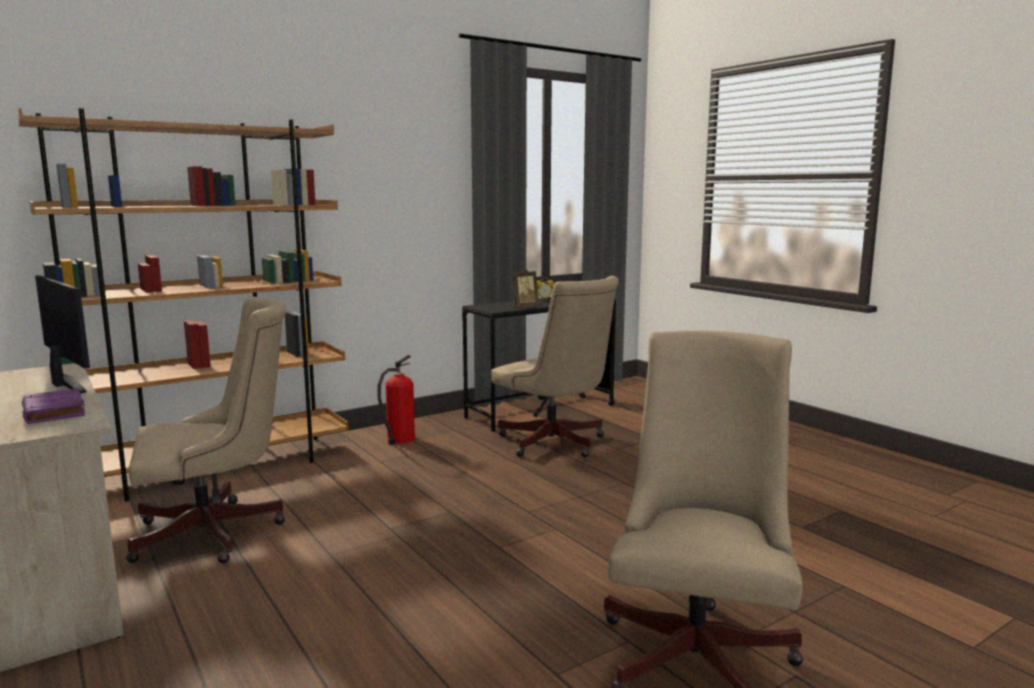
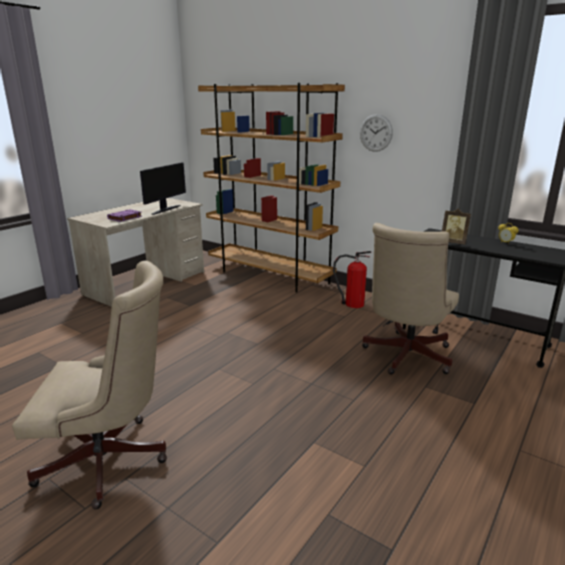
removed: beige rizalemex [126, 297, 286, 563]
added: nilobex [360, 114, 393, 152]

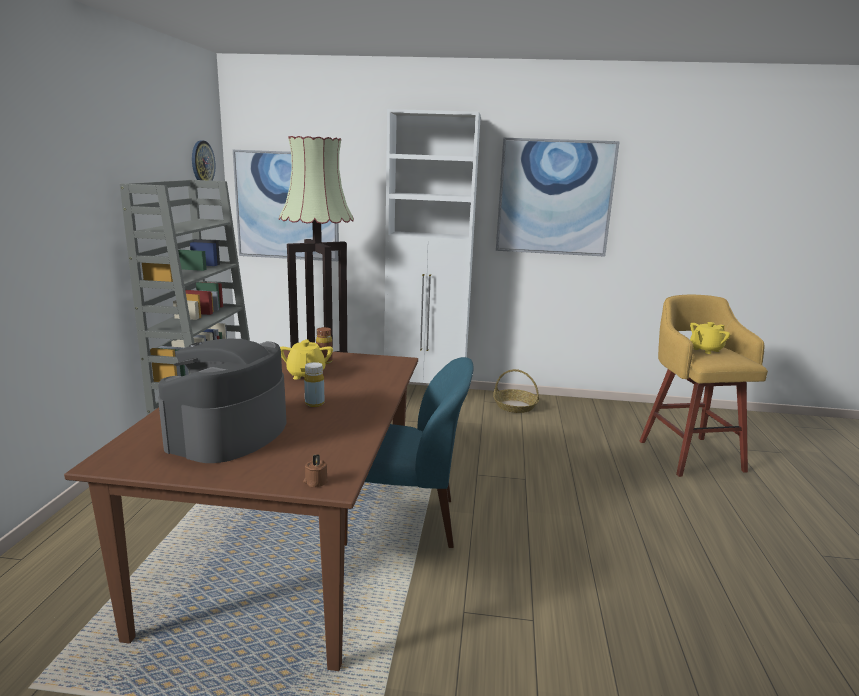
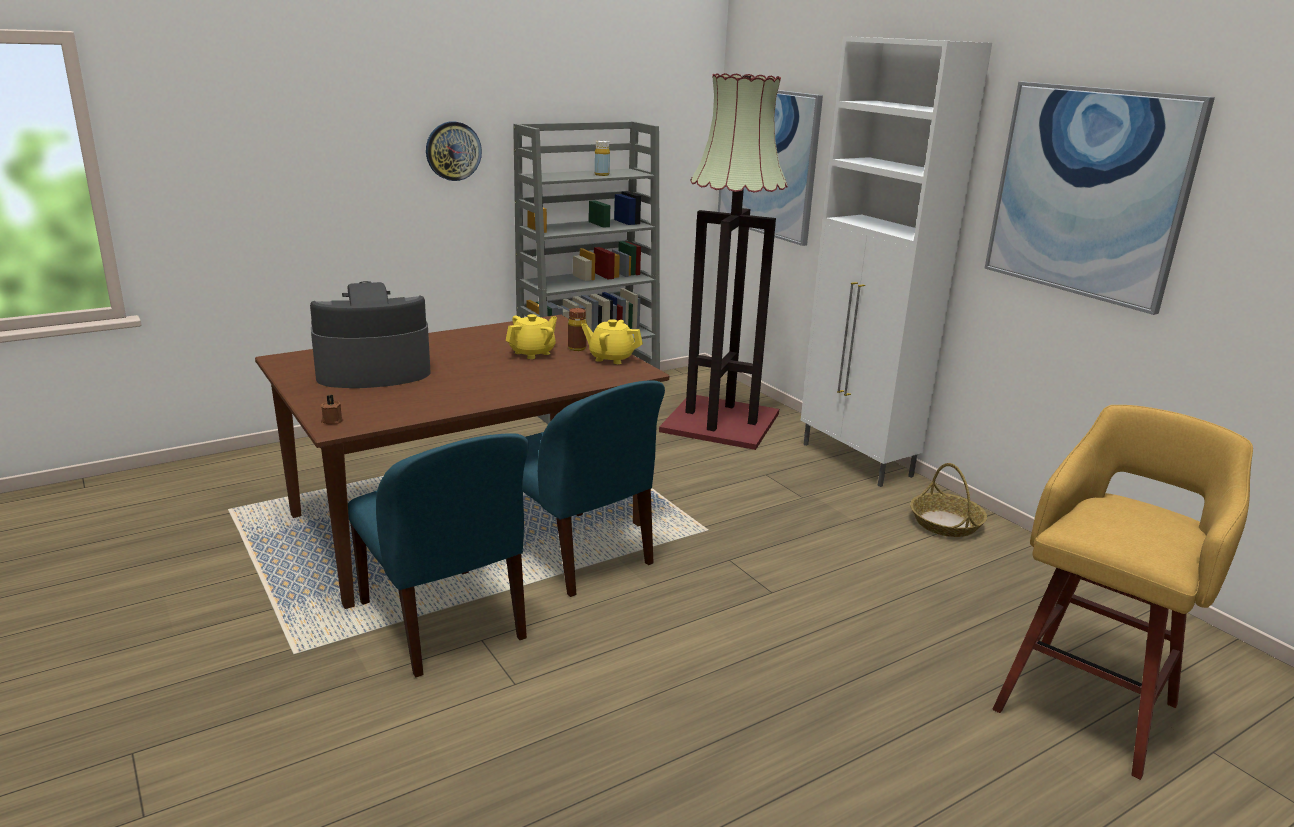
added: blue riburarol [348, 433, 529, 677]
moved: nilobex [192, 140, 215, 181] to [426, 121, 482, 181]; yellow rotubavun [304, 362, 324, 407] to [594, 141, 610, 176]; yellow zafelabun [690, 322, 730, 354] to [581, 319, 643, 364]

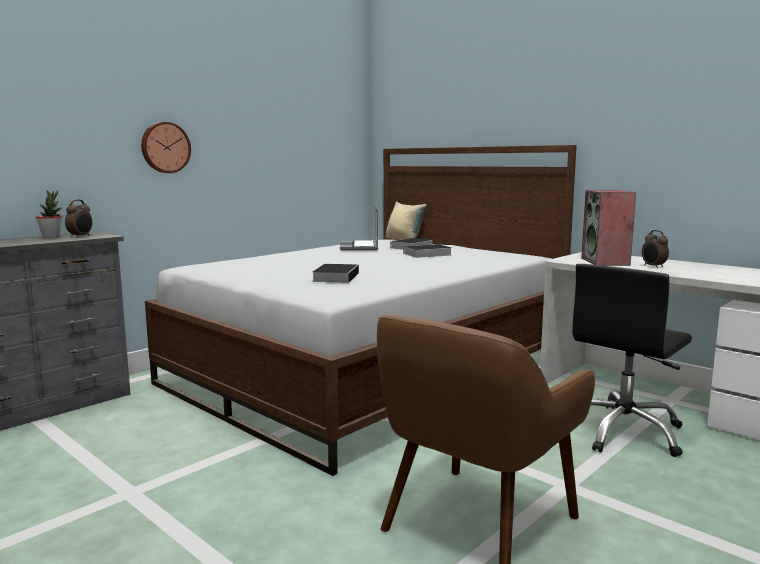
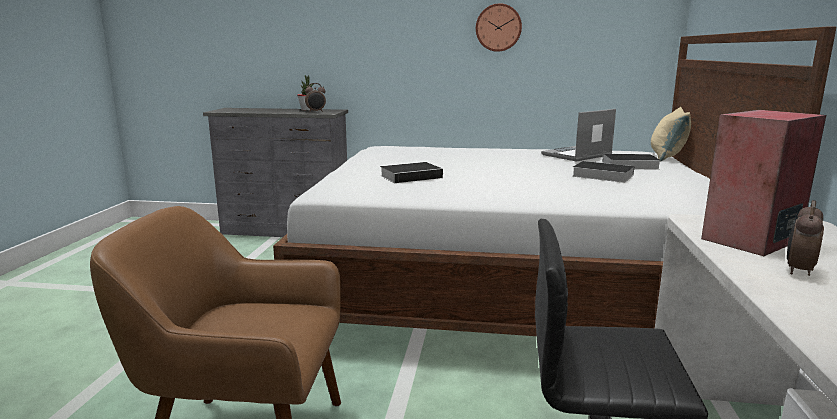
moved: nilobex [141, 122, 191, 173] to [476, 3, 522, 52]

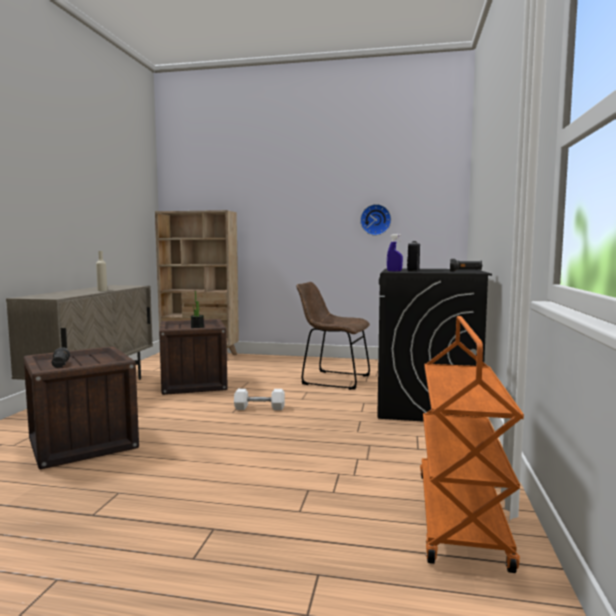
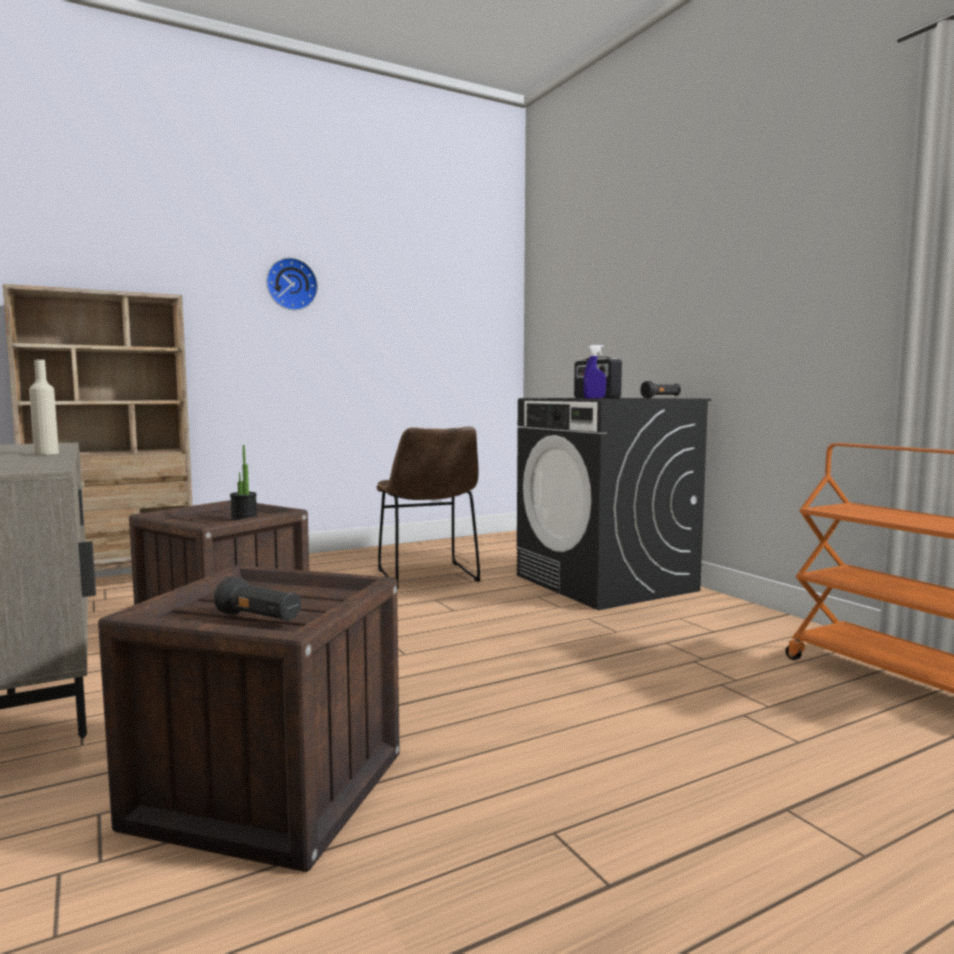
removed: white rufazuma [234, 389, 285, 410]
moved: nilobex [360, 204, 391, 235] to [266, 257, 318, 311]
turned: brown riburarol [296, 282, 370, 390] = [377, 426, 481, 589] 90 degrees counterclockwise

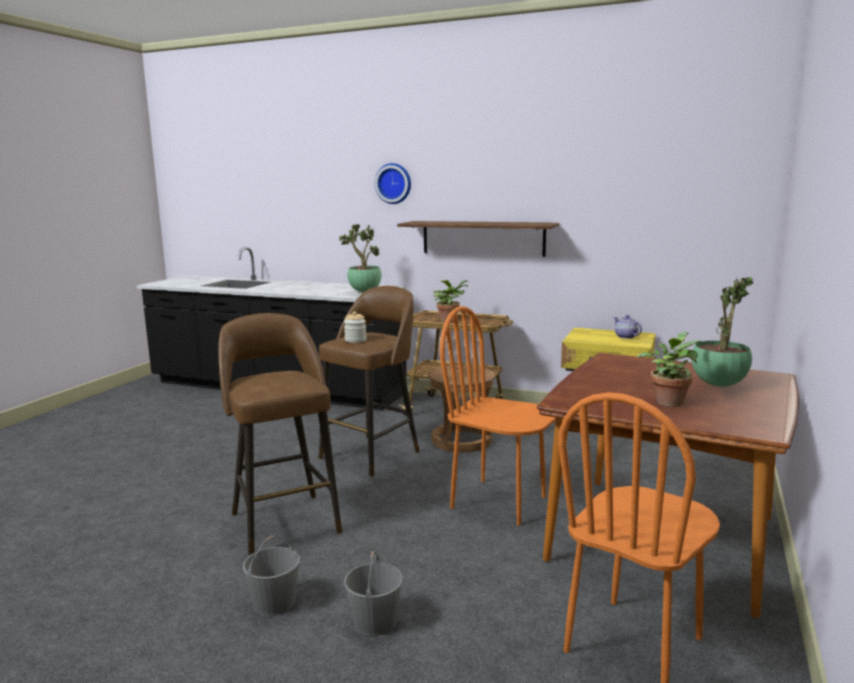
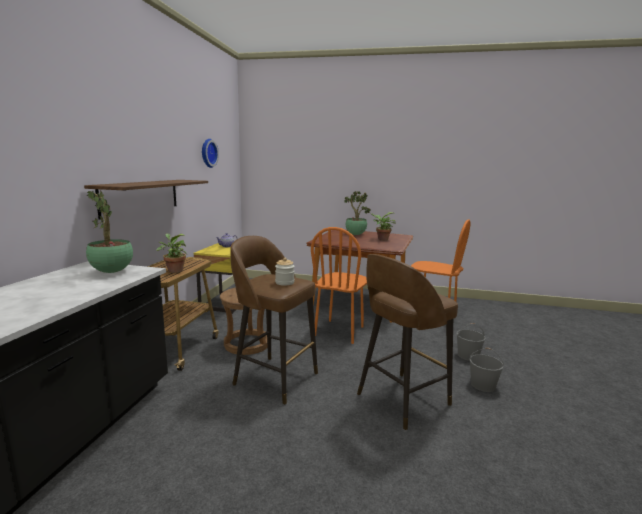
moved: nilobex [375, 163, 411, 204] to [202, 139, 219, 168]

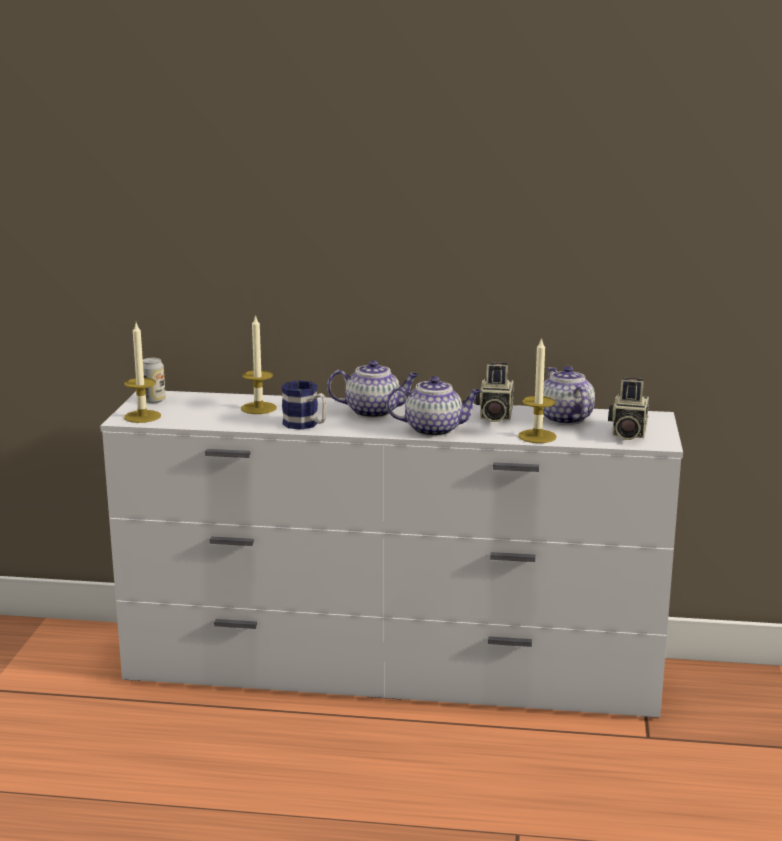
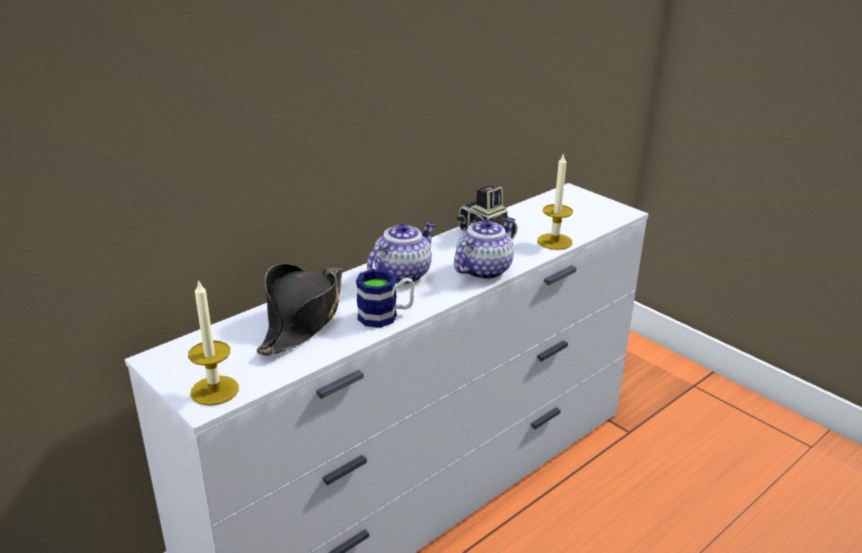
removed: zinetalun [143, 358, 166, 403]; zafelabun [543, 366, 595, 425]; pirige [608, 378, 649, 440]
replaced: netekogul [241, 315, 277, 414] to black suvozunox [256, 264, 343, 356]

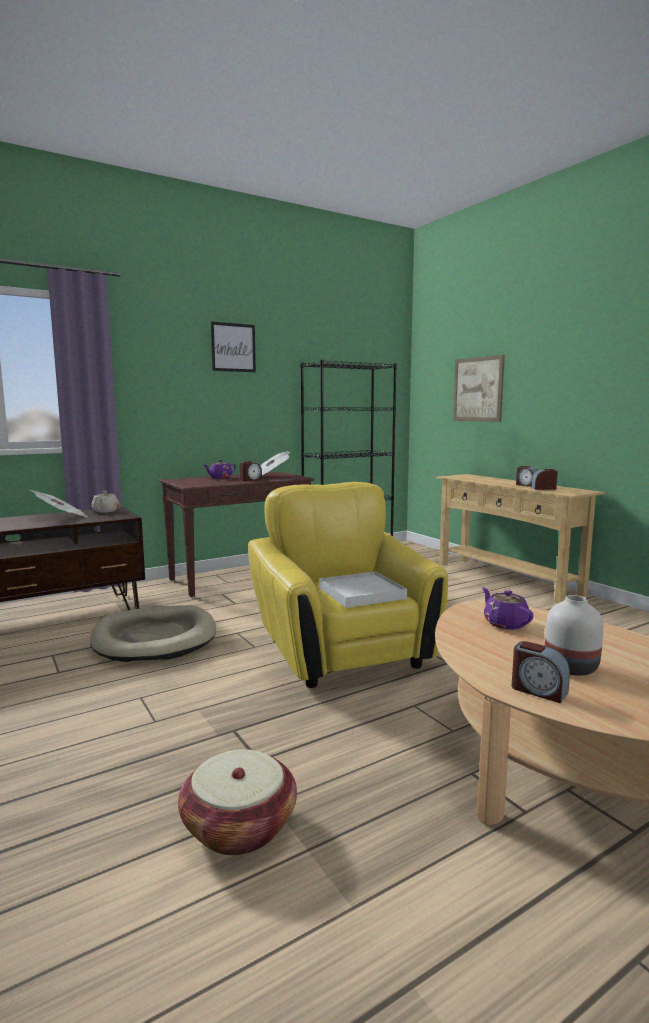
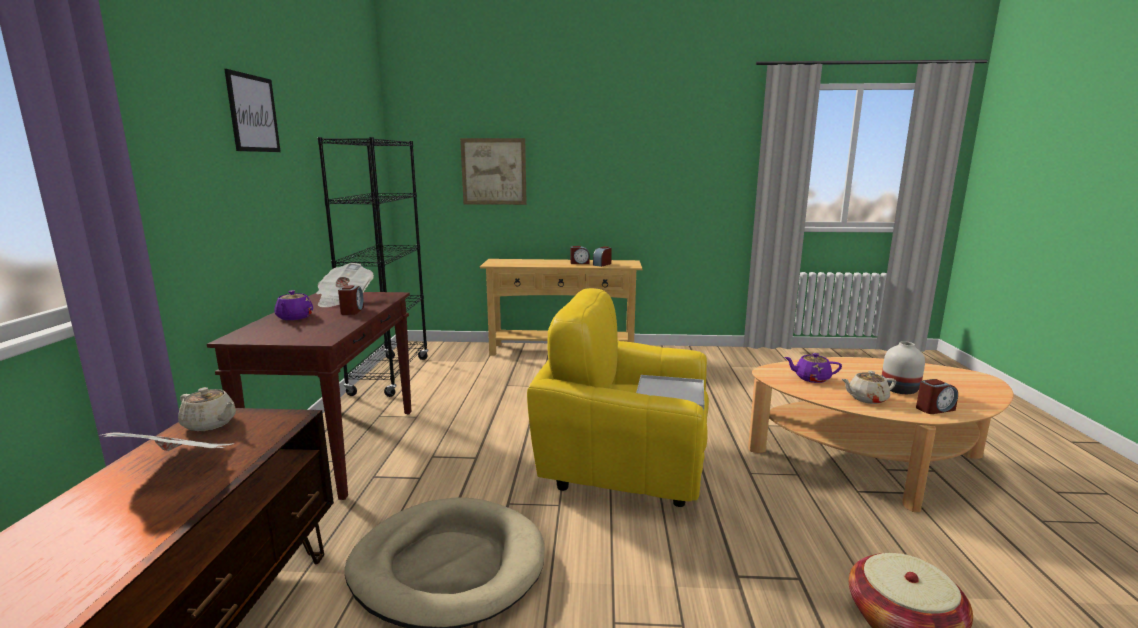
added: beige zafelabun [841, 371, 896, 404]

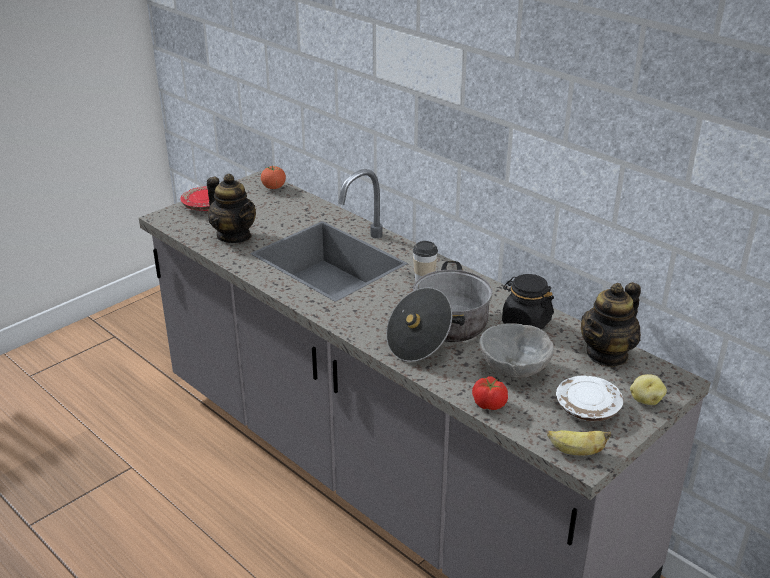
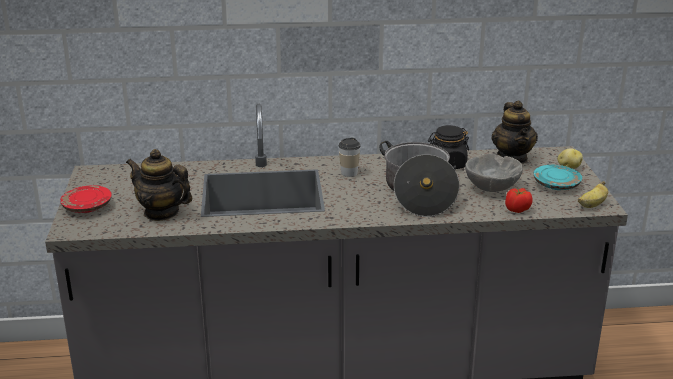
removed: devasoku [261, 166, 286, 189]
recoloured: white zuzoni [556, 375, 623, 421] to turquoise zuzoni [534, 165, 582, 190]
turned: zafelabun [207, 174, 256, 243] = [126, 149, 193, 221] 150 degrees counterclockwise

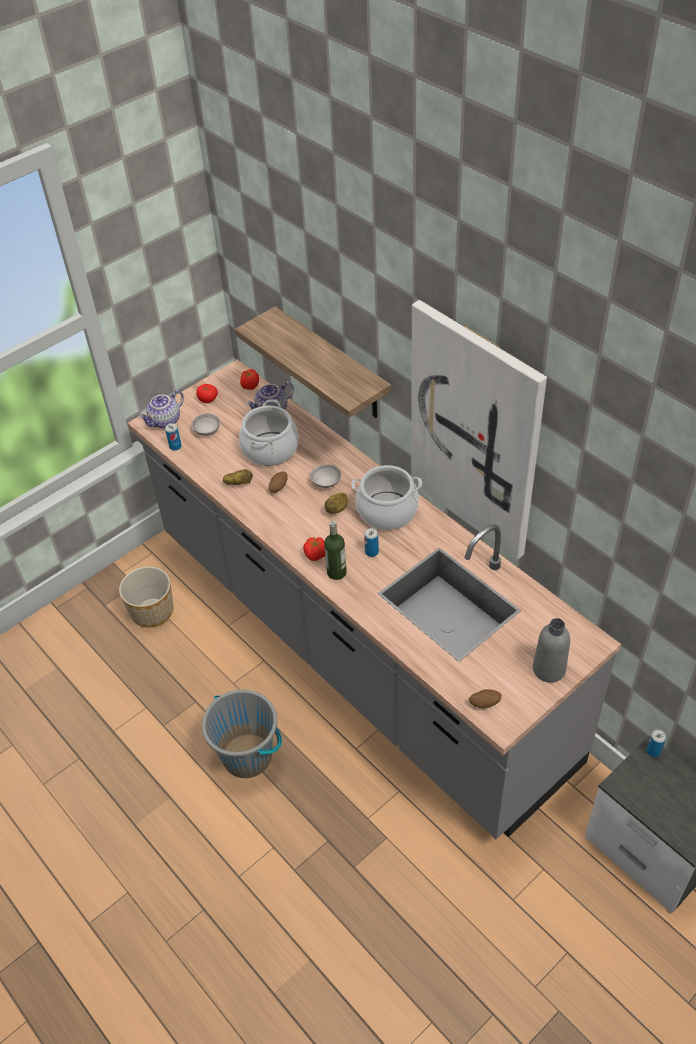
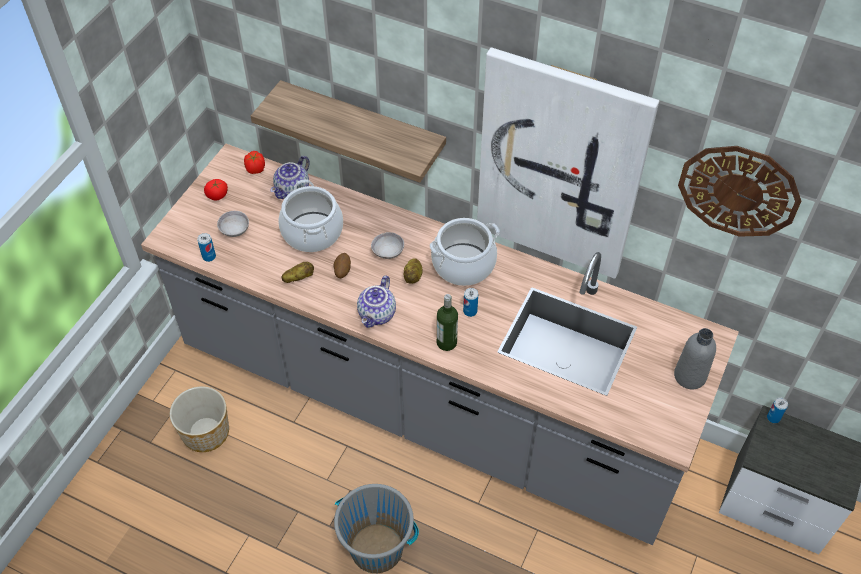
removed: devasoku [303, 537, 325, 561]; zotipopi [469, 689, 502, 708]
added: nilobex [678, 146, 801, 237]
moved: zafelabun [139, 390, 184, 429] to [357, 276, 396, 328]

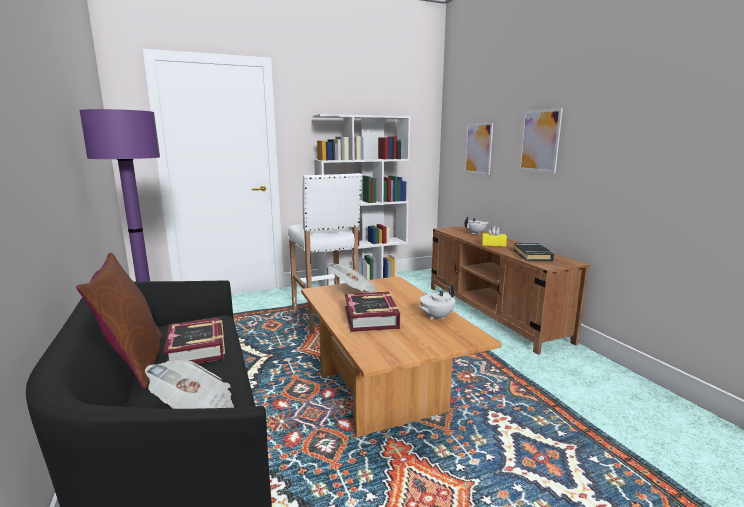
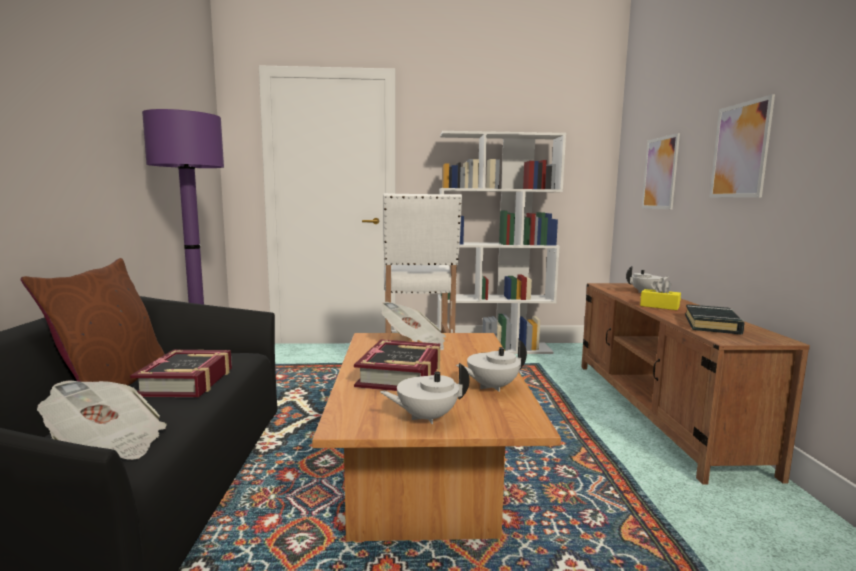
added: white zafelabun [380, 363, 470, 424]

